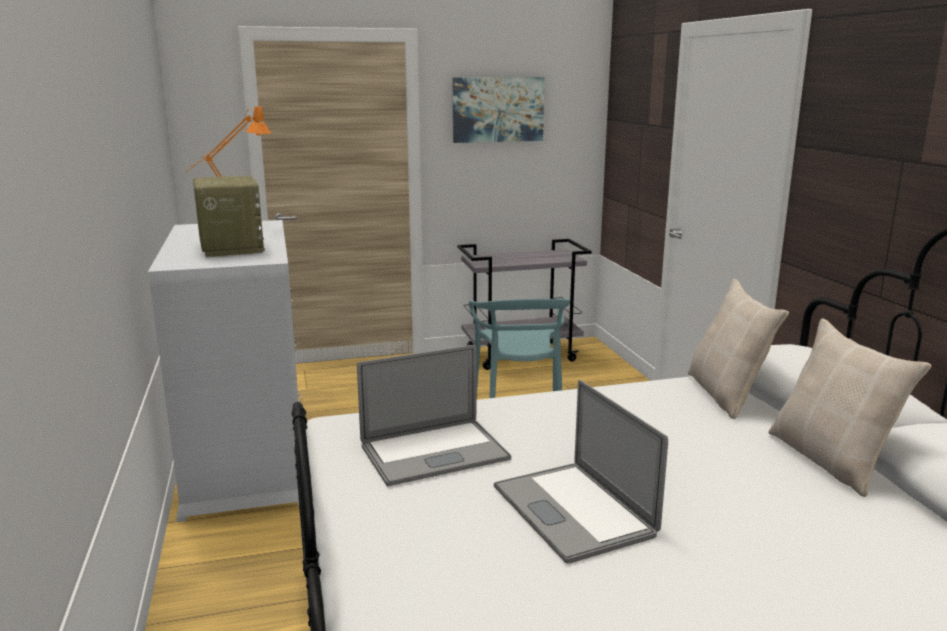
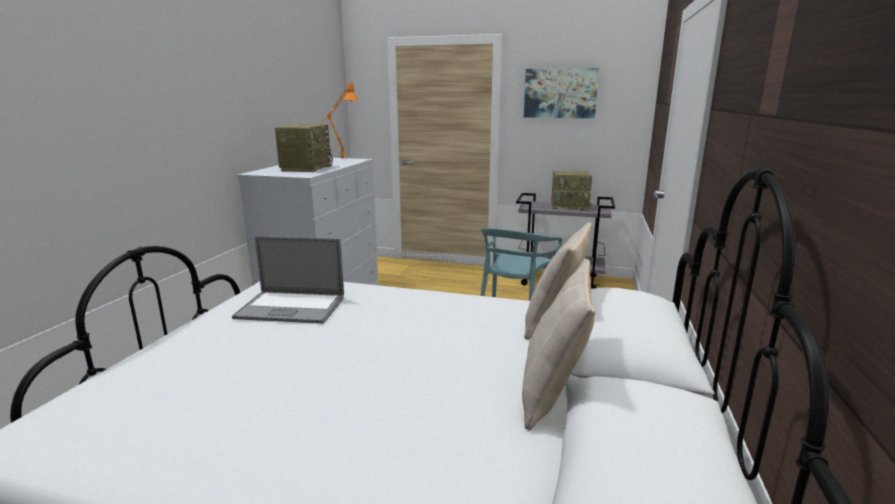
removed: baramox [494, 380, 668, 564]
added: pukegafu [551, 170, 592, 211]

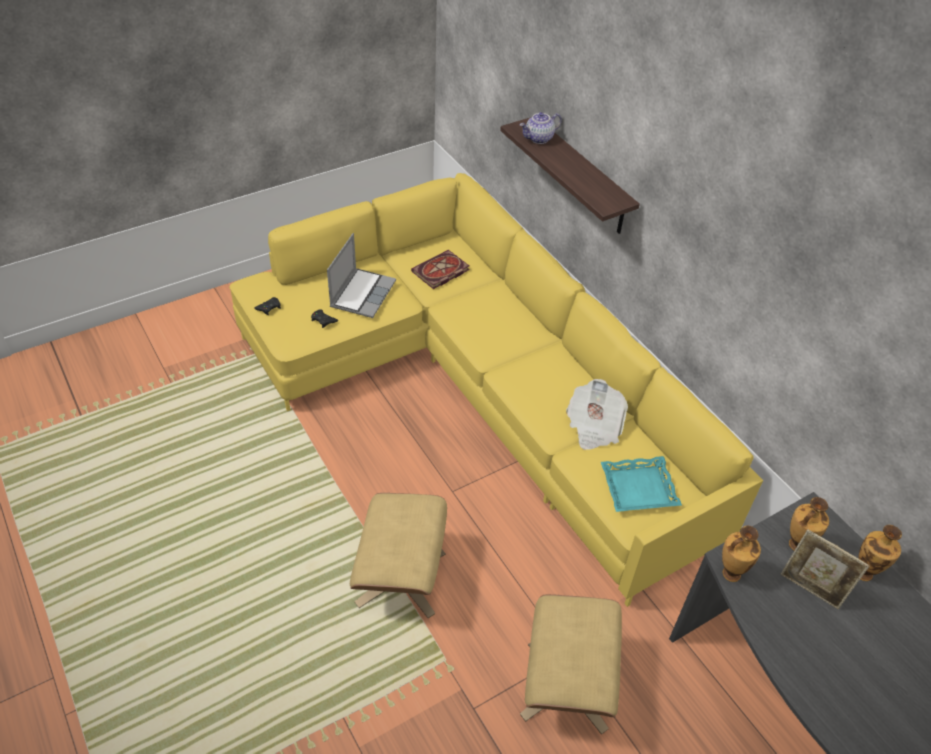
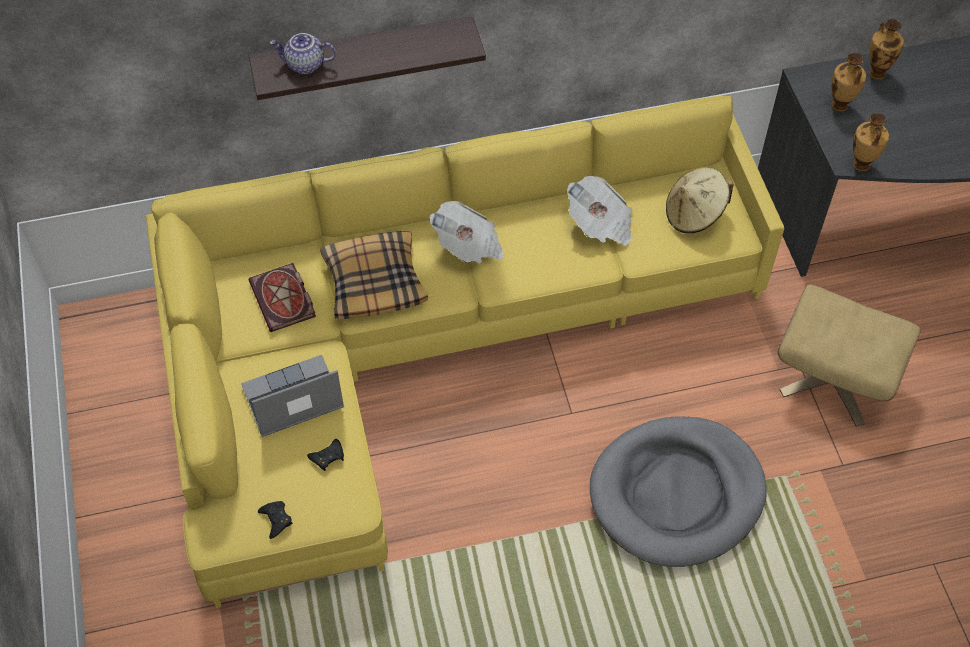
removed: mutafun [780, 529, 870, 610]
added: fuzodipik [320, 231, 428, 319]; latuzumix [430, 201, 504, 263]
replaced: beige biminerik [350, 493, 447, 618] to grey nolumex [590, 416, 767, 567]; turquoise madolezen [601, 456, 682, 512] to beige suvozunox [666, 168, 733, 233]
turned: baramox [327, 233, 396, 318] = [241, 355, 344, 437] 60 degrees counterclockwise; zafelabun [520, 112, 562, 144] = [270, 33, 336, 74] 105 degrees clockwise

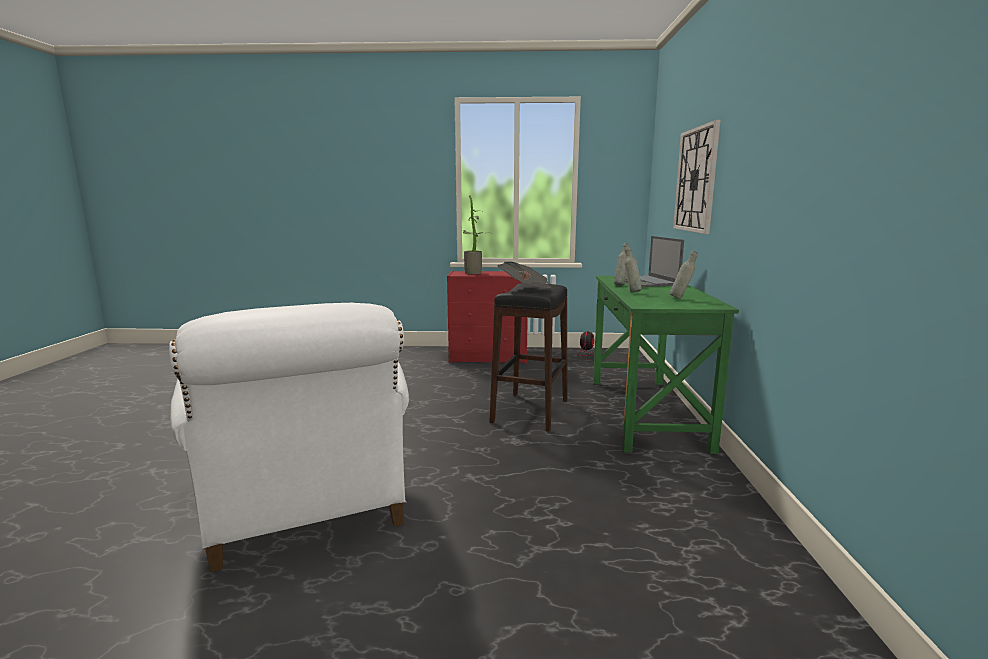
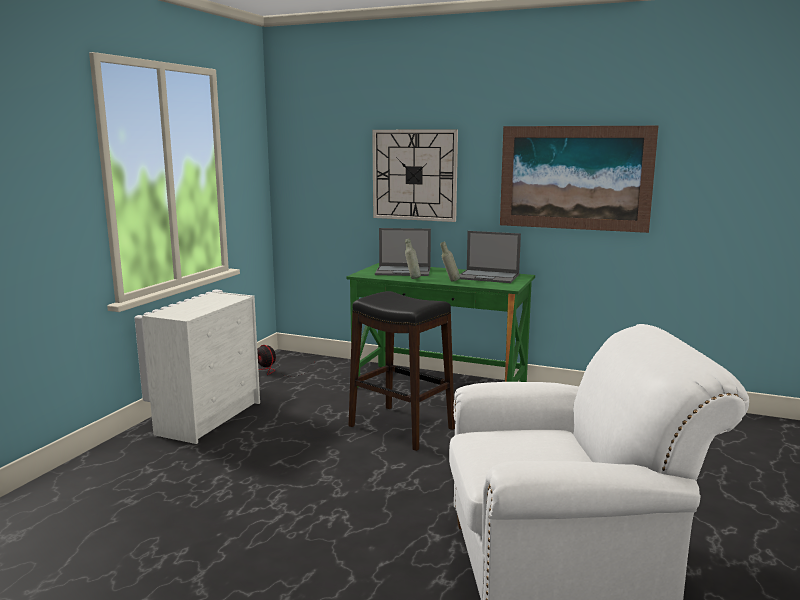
removed: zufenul [463, 196, 490, 274]; latuzumix [497, 262, 551, 288]
added: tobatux [500, 126, 658, 233]
replaced: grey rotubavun [670, 251, 698, 299] to baramox [460, 231, 521, 283]
recoloured: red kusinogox [447, 271, 528, 364] to white kusinogox [142, 291, 260, 444]

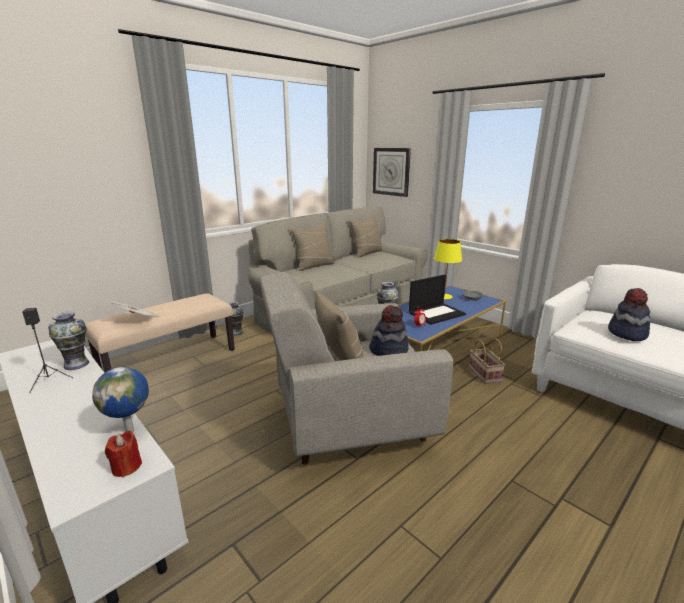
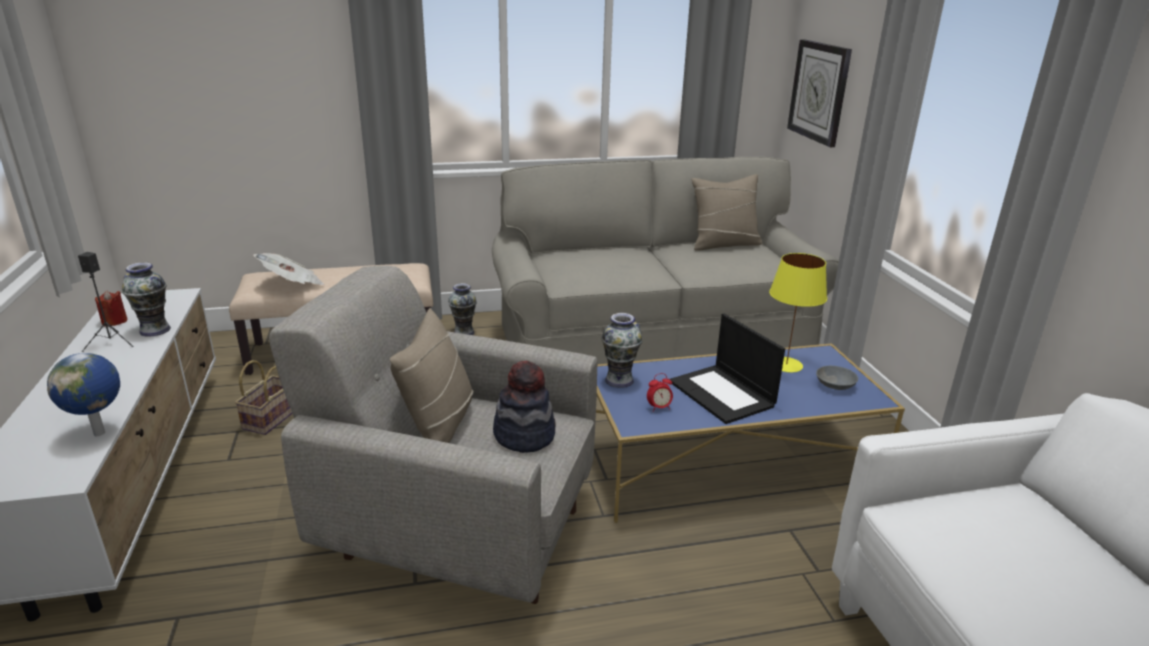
removed: beige fuzodipik [290, 224, 335, 271]; suvozunox [608, 288, 651, 341]
moved: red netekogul [105, 430, 142, 478] to [95, 290, 127, 326]; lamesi [469, 338, 505, 384] to [235, 360, 293, 435]
turned: baramox [409, 274, 466, 325] = [669, 314, 785, 424] 60 degrees clockwise

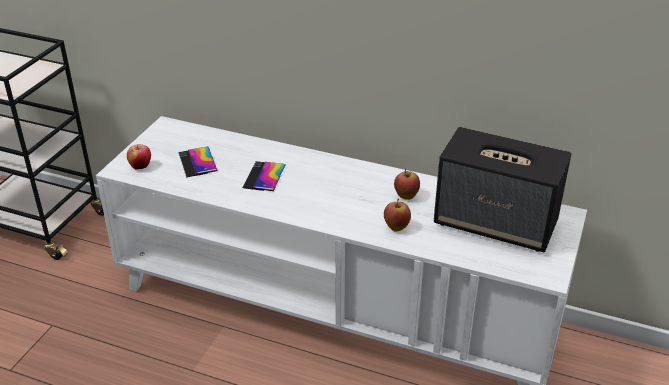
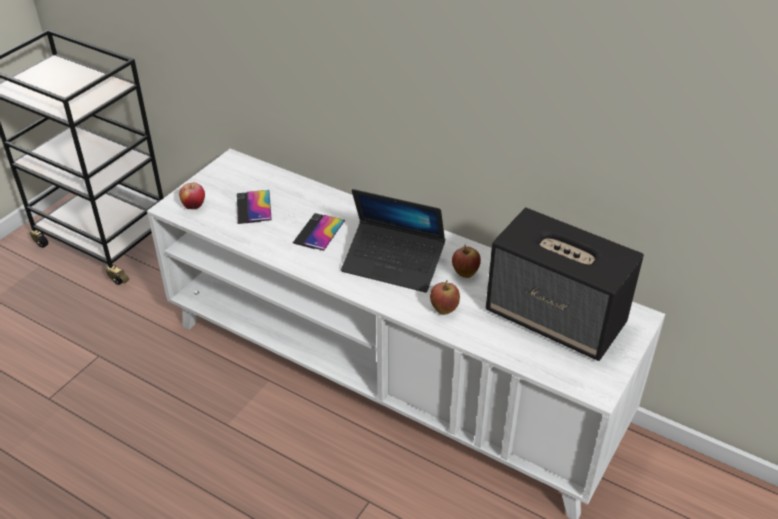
added: baramox [341, 189, 445, 293]

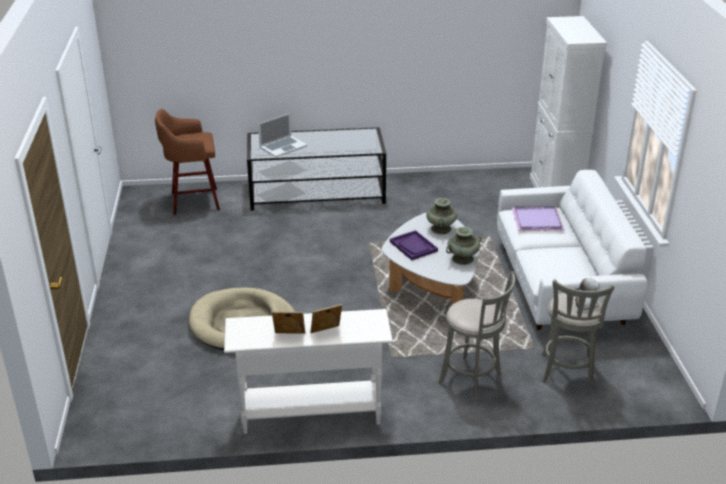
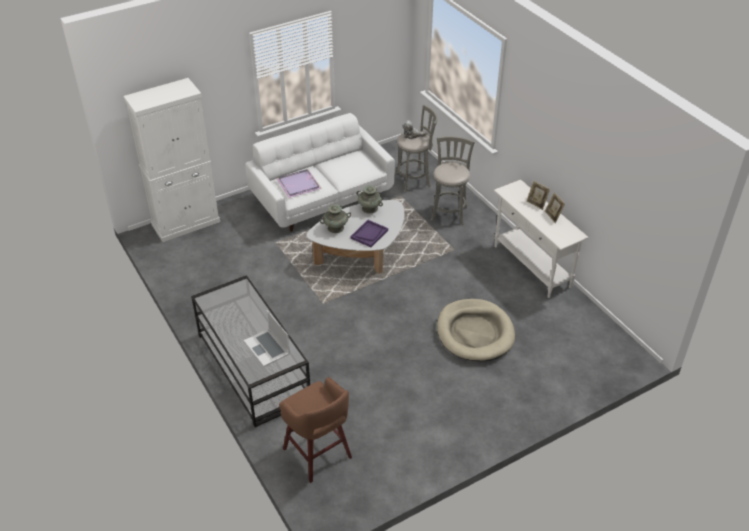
turned: baramox [258, 113, 307, 157] = [244, 310, 290, 367] 150 degrees counterclockwise

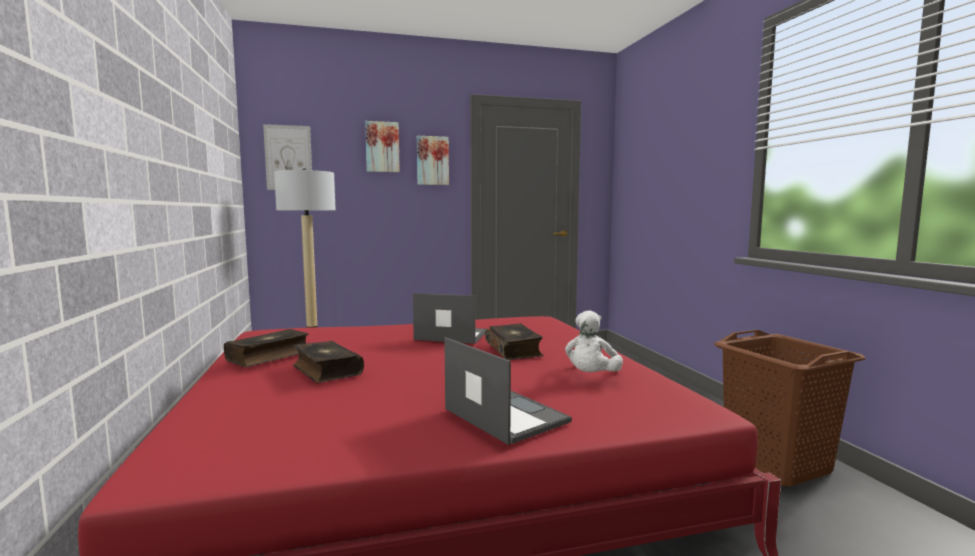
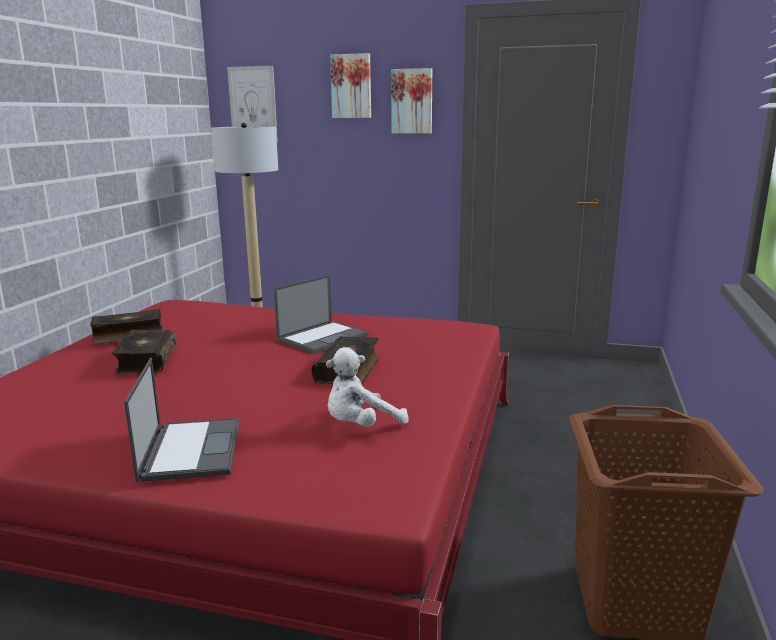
turned: baramox [413, 293, 486, 344] = [274, 275, 369, 354] 90 degrees clockwise

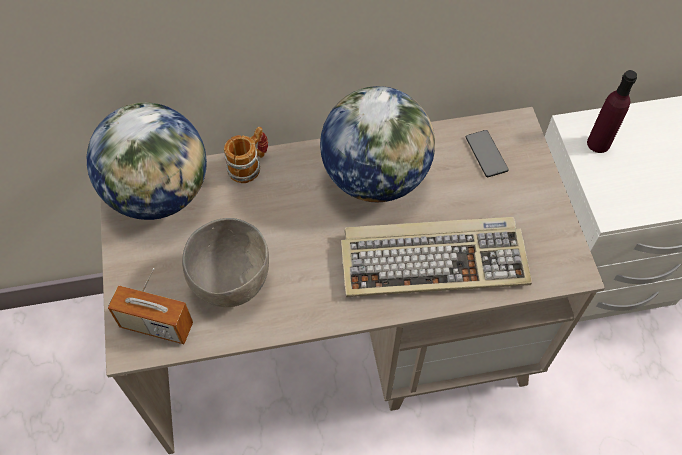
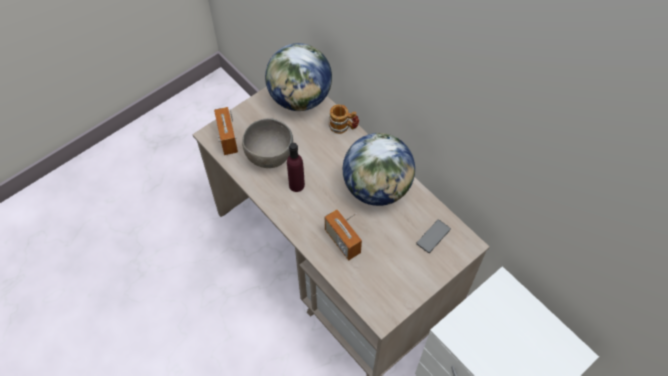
moved: purple rotubavun [587, 70, 637, 153] to [287, 143, 305, 192]
replaced: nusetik [341, 217, 532, 297] to pukegafu [325, 209, 362, 260]

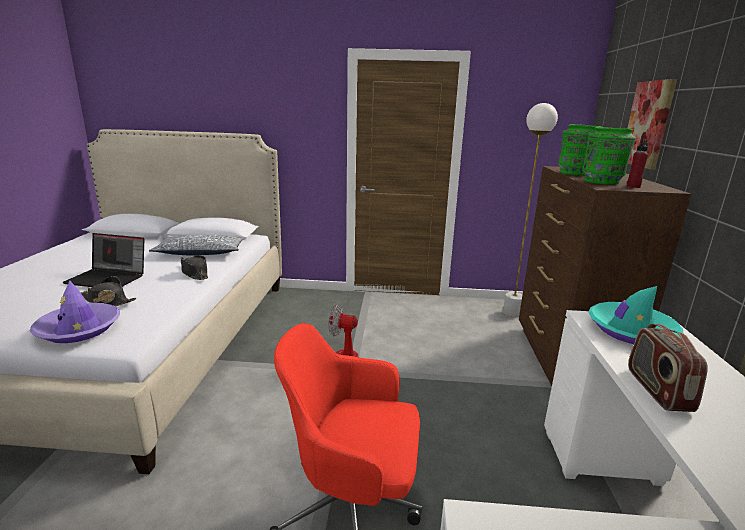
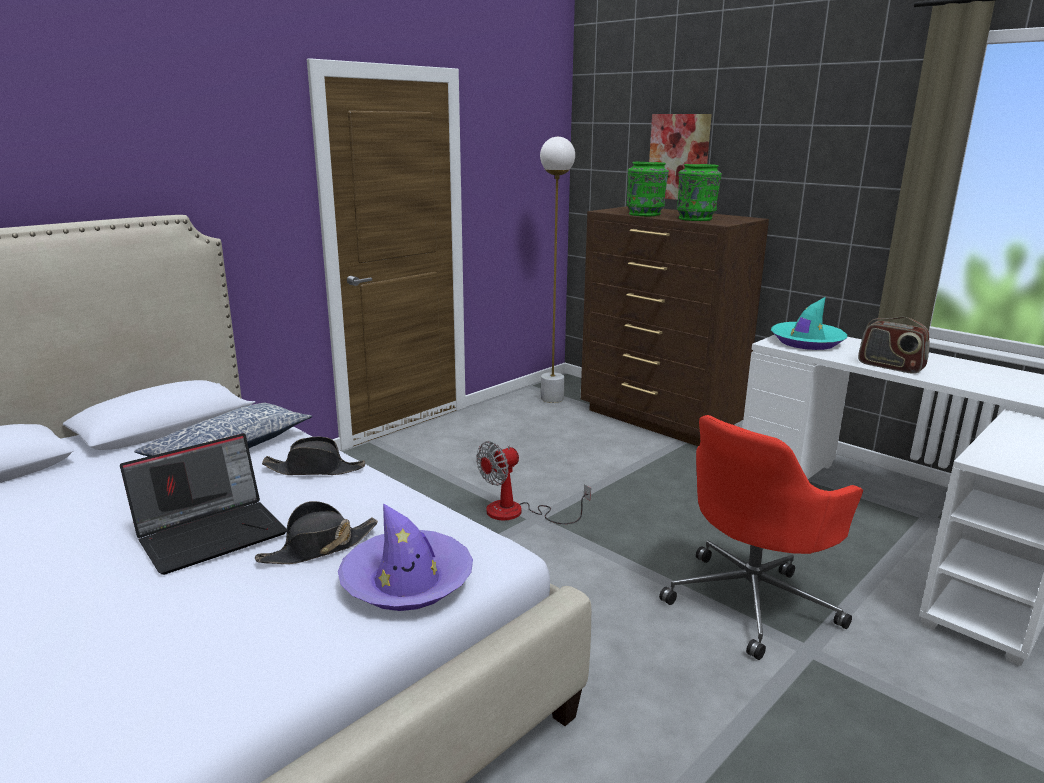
removed: red rotubavun [627, 139, 648, 188]

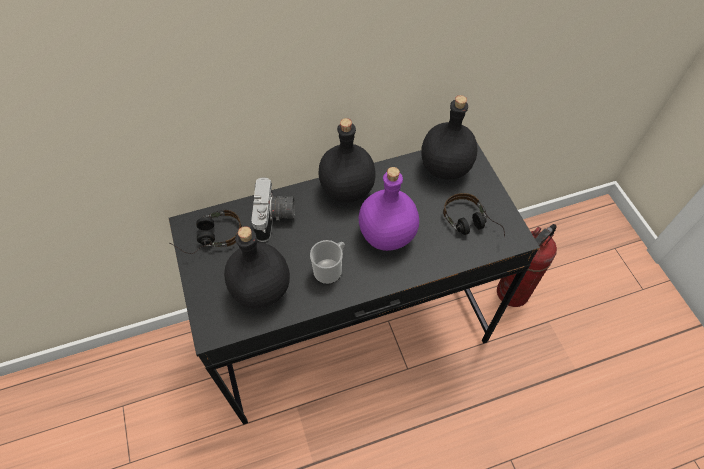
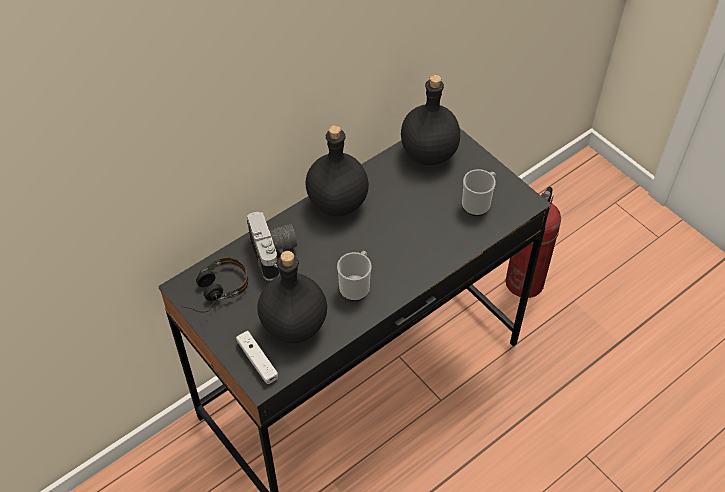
removed: purple rotubavun [358, 167, 419, 251]
added: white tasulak [236, 331, 278, 384]
replaced: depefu [443, 193, 505, 238] to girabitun [462, 169, 496, 216]

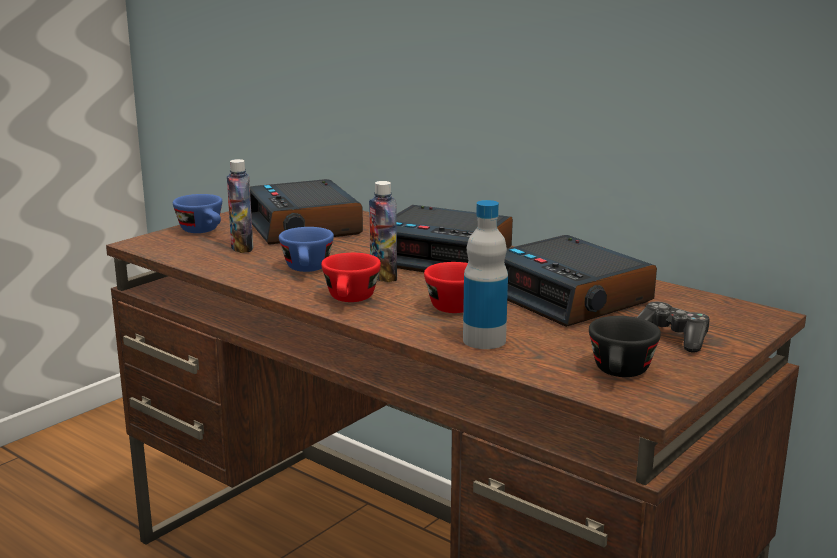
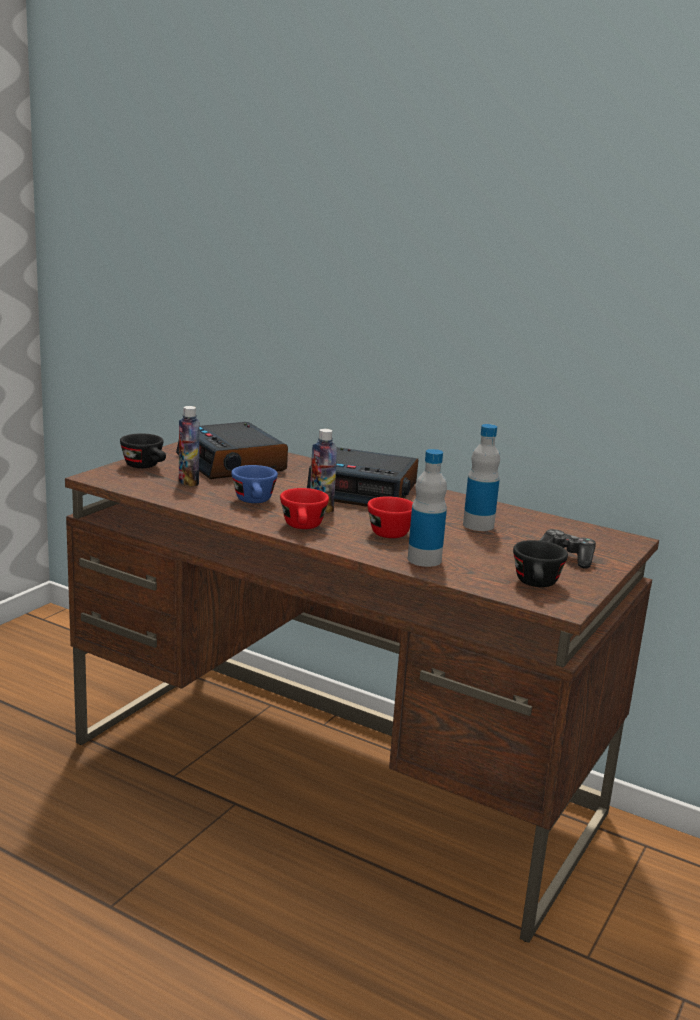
replaced: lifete [504, 235, 657, 327] to rotubavun [463, 424, 500, 531]
recoloured: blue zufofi [173, 194, 222, 233] to black zufofi [120, 433, 166, 468]

